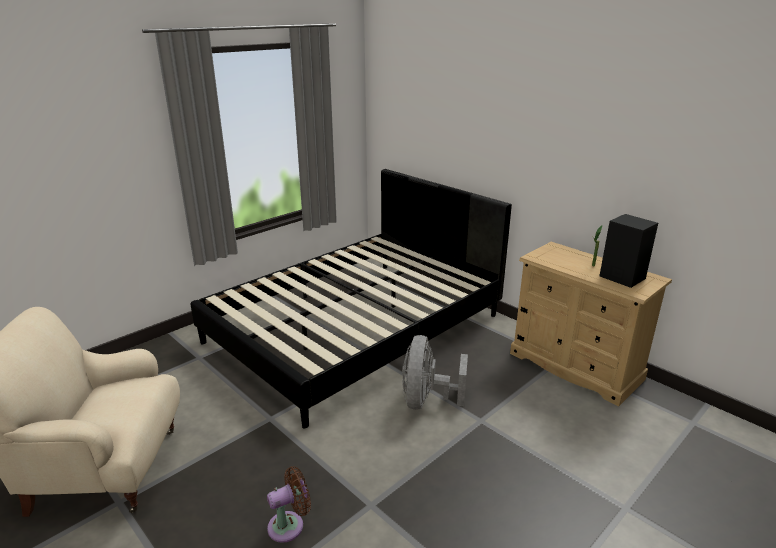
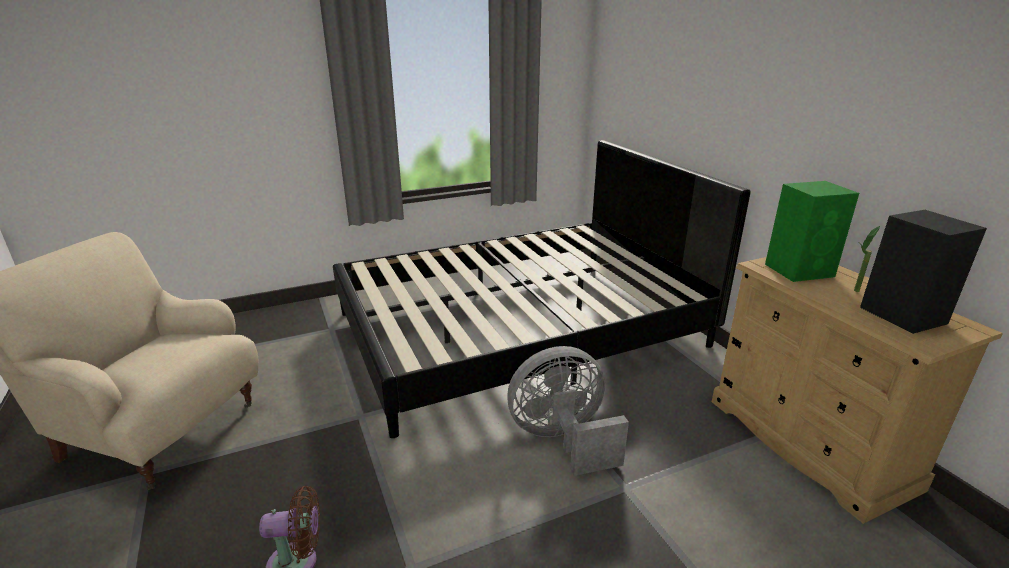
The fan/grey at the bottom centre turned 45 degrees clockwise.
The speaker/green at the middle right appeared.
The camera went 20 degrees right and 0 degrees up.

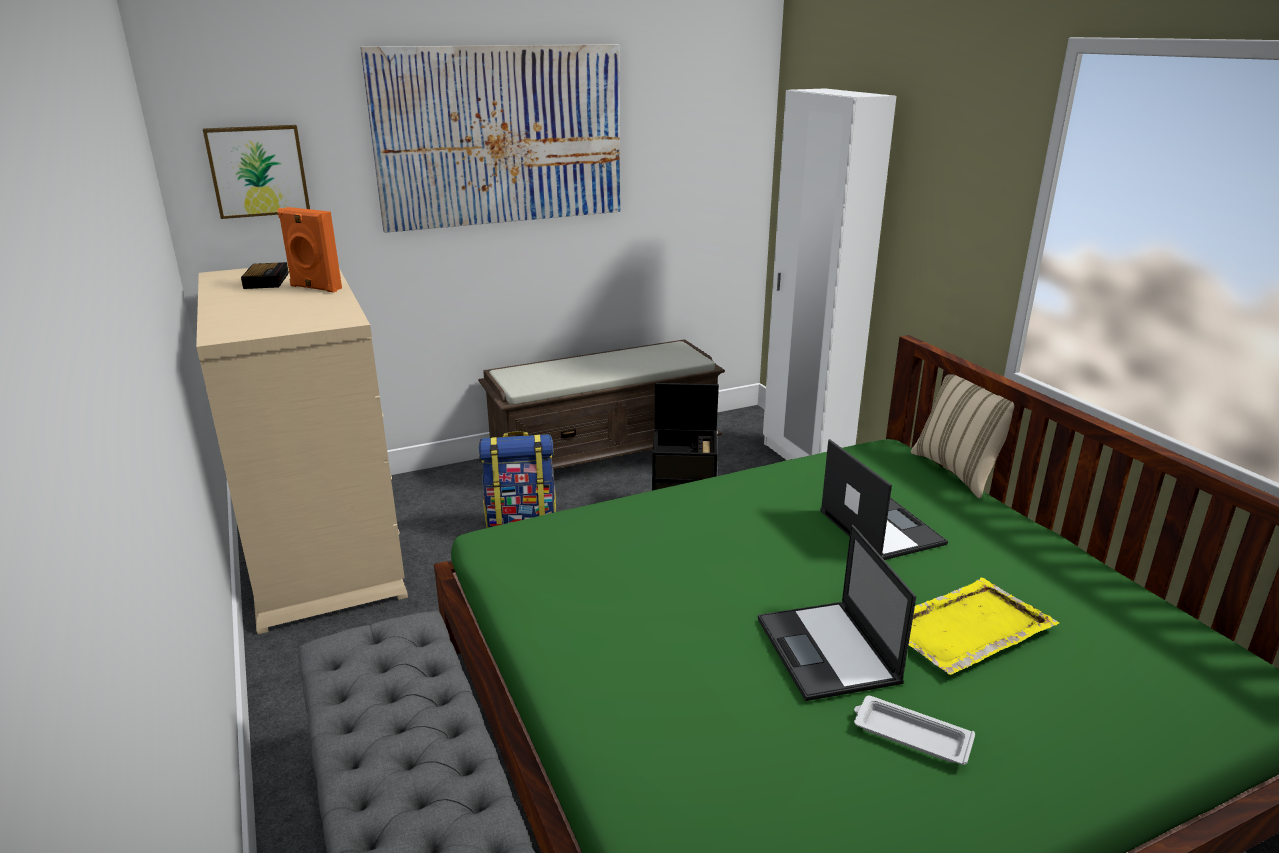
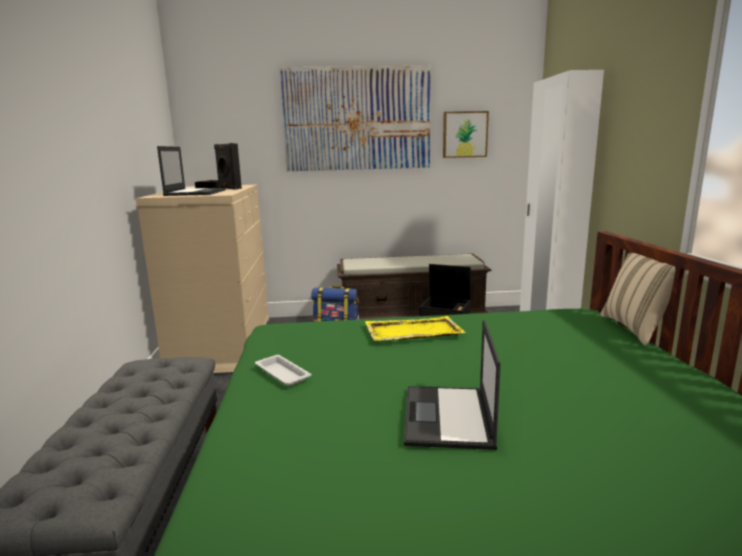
The picture (no. 1 from left in the first image) moved from the top left to the top centre.
The speaker/orange at the top left became the speaker/black at the top left.
The laptop (no. 2 from left in the first image) moved from the middle right to the top left.
The tray/white moved from the bottom right to the centre.
The tray/yellow moved from the bottom right to the centre.
The camera went 20 degrees right and 10 degrees down.

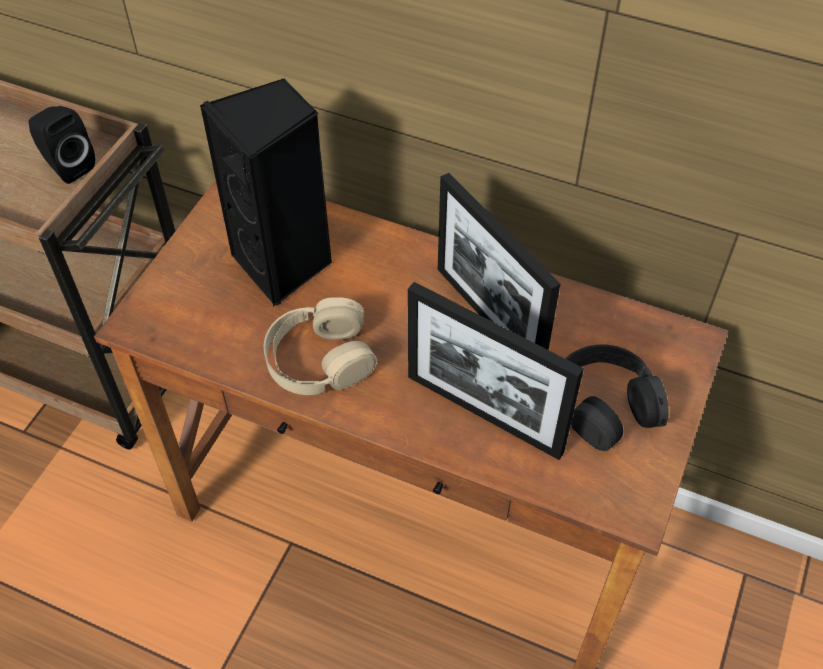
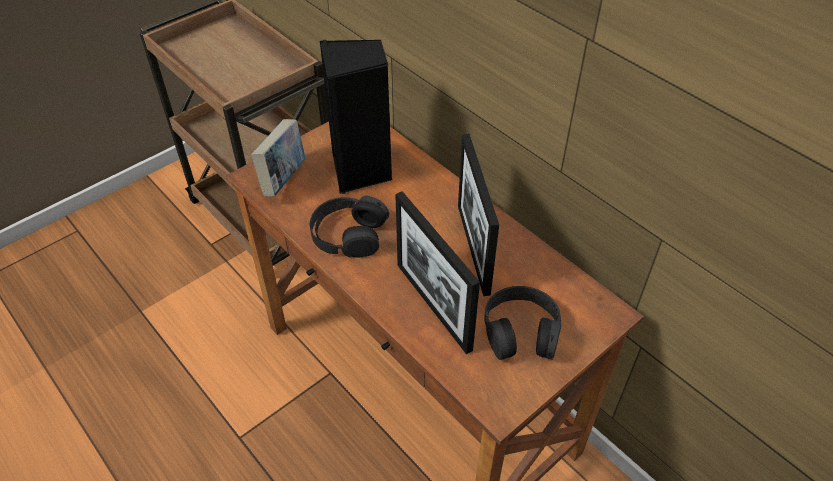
The speaker/black (no. 1 from left) at the top left disappeared.
The headphones/beige at the centre became the headphones/black (no. 1 from left) at the centre.
The book at the top centre appeared.
The camera went 25 degrees right and 5 degrees down.

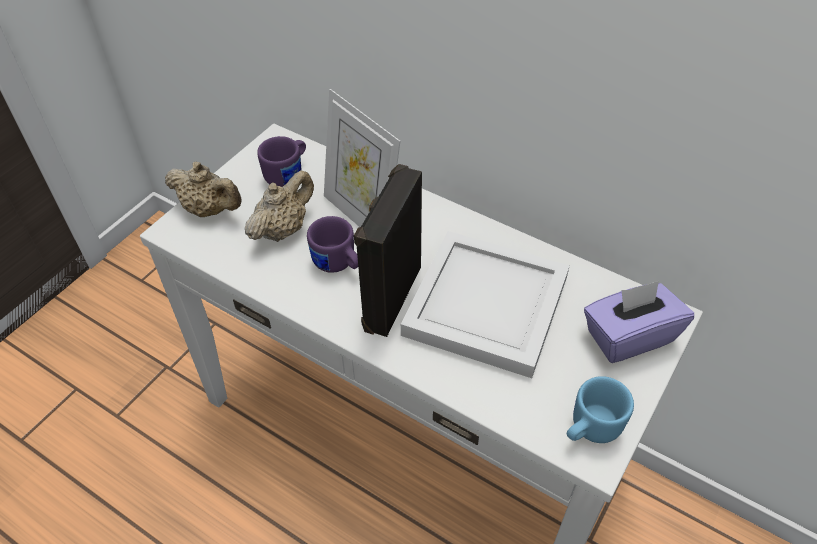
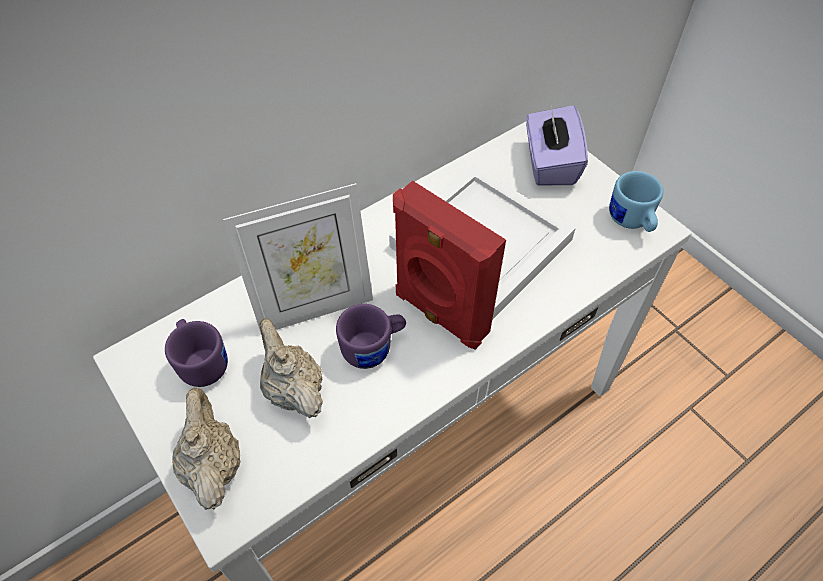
The teapot/beige (no. 1 from left) at the middle left turned 60 degrees counterclockwise.
The speaker/black at the centre became the speaker/red at the centre.
The camera went 70 degrees left and 5 degrees up.

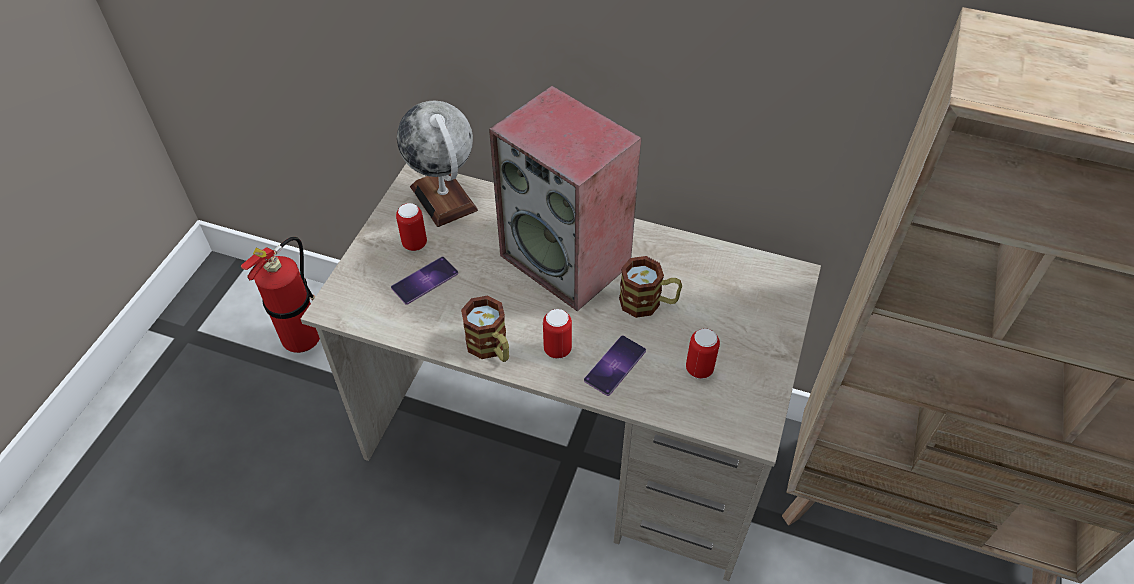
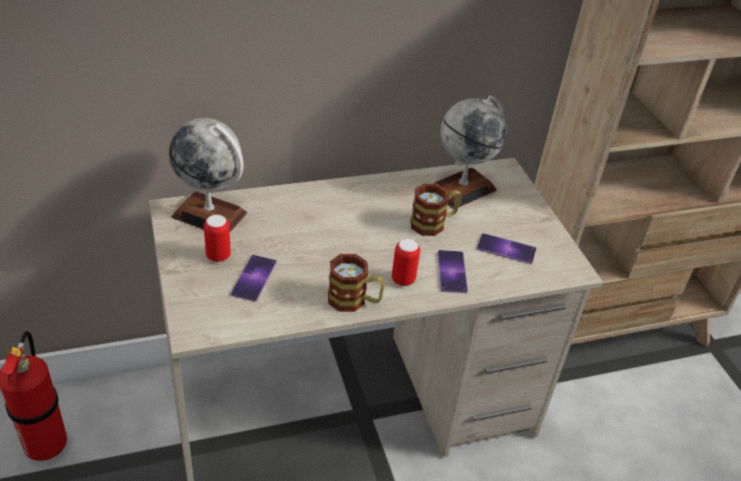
The speaker at the centre disappeared.
The can (no. 3 from left) at the centre was replaced by the phone (no. 3 from left) at the middle right.
The globe (no. 2 from left) at the top centre appeared.
The camera went 40 degrees left and 10 degrees down.

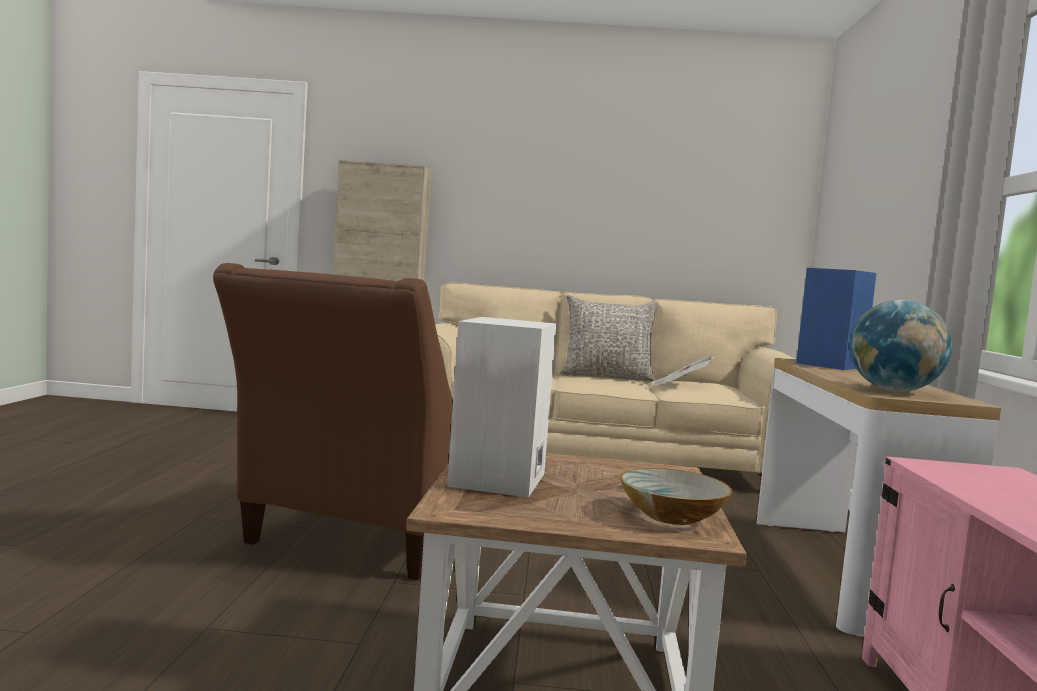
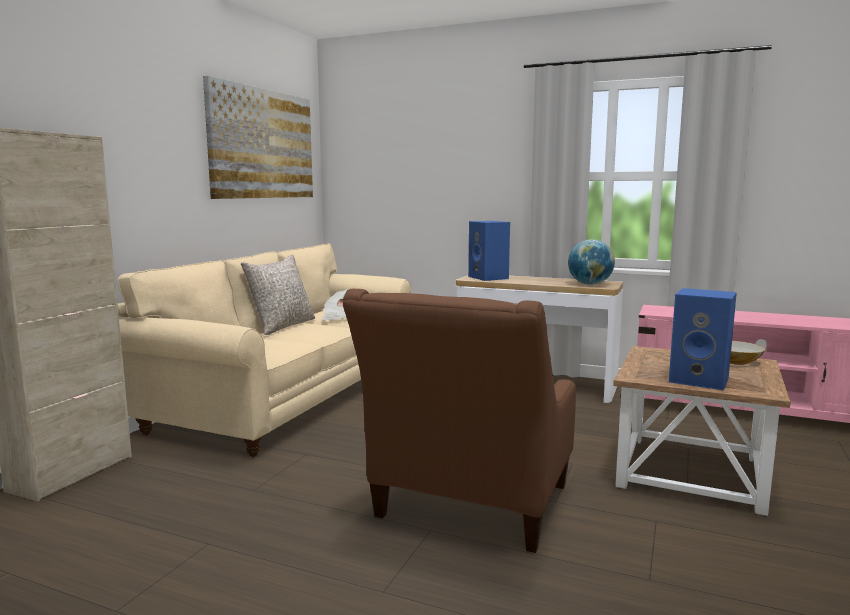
The armchair/brown at the middle left turned 75 degrees clockwise.
The speaker/white at the centre became the speaker/blue (no. 2 from left) at the middle right.
The picture at the top left appeared.
The camera went 70 degrees left and 5 degrees up.

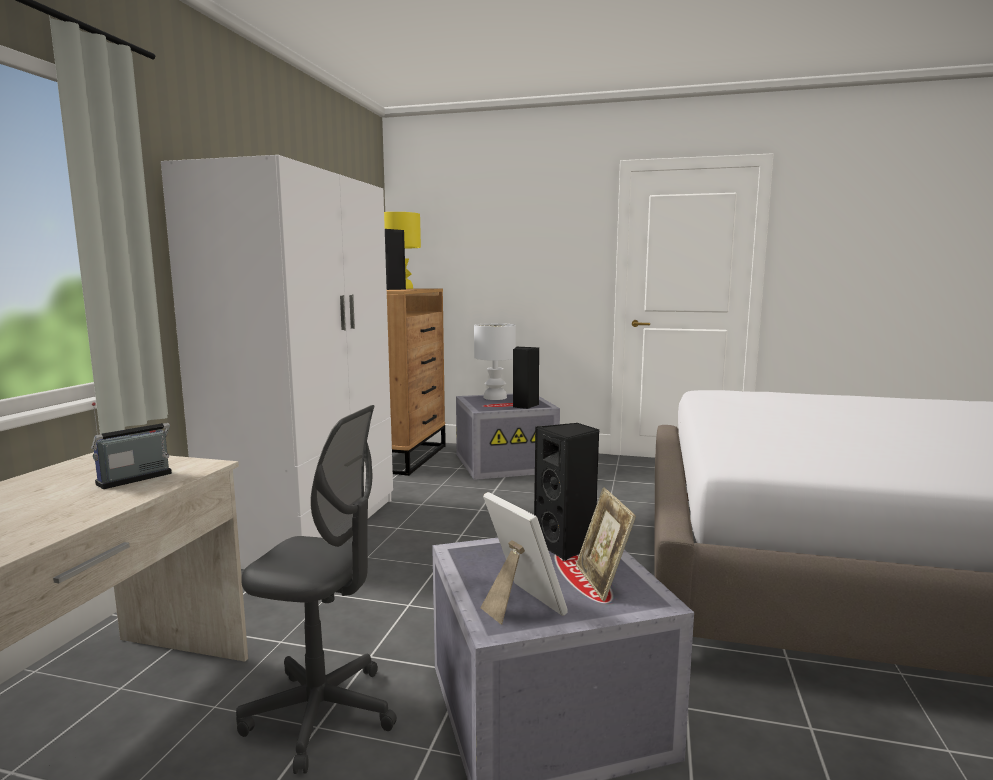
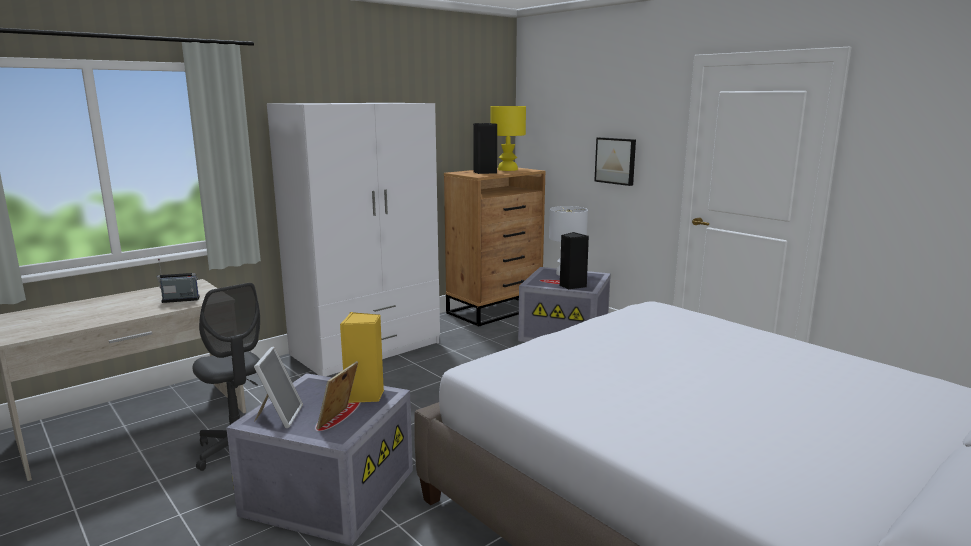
The speaker/black (no. 3 from left) at the centre became the speaker/yellow at the centre.
The picture at the top centre appeared.
The camera went 35 degrees right and 5 degrees up.

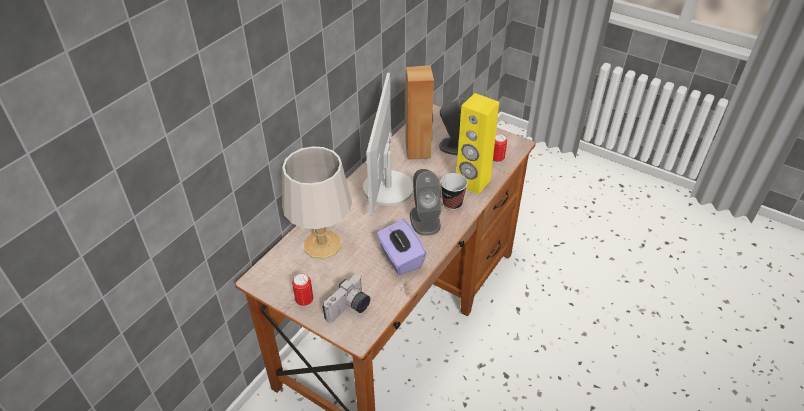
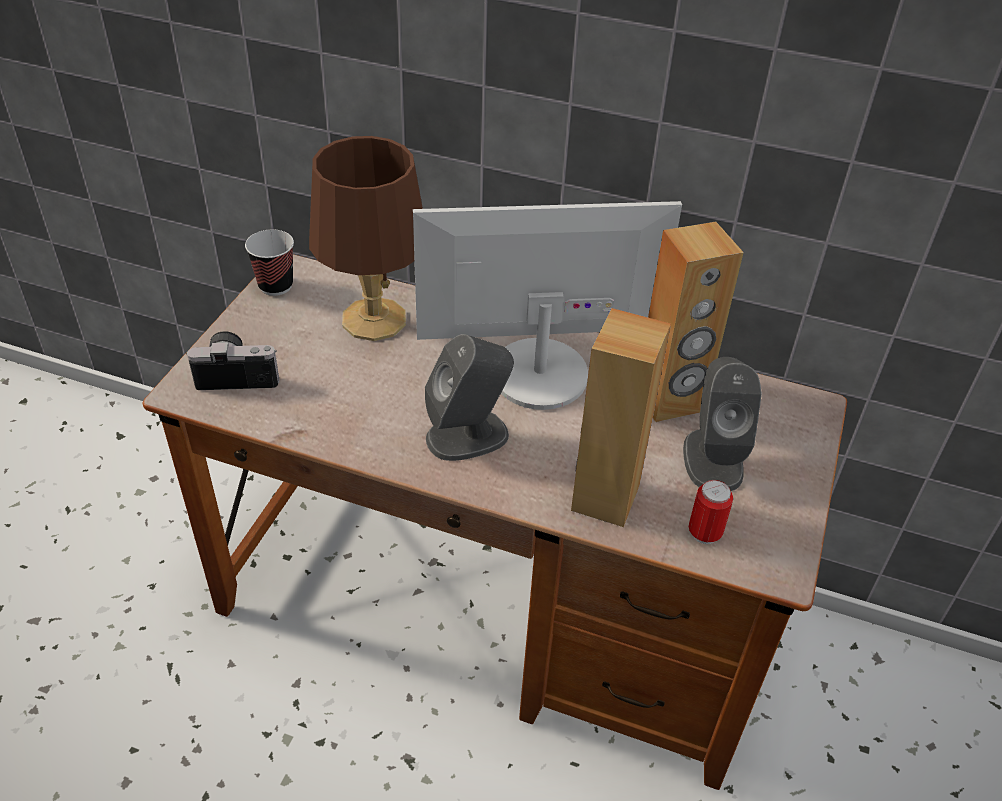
The table lamp/grey at the centre became the table lamp/brown at the top centre.
The can (no. 1 from left) at the bottom centre disappeared.
The photo camera at the bottom centre turned 150 degrees clockwise.
The tissue box/purple at the centre disappeared.
The cup moved from the centre to the top left.
The speaker/yellow at the centre became the speaker/brown (no. 1 from left) at the centre.
The camera went 75 degrees right and 0 degrees up.

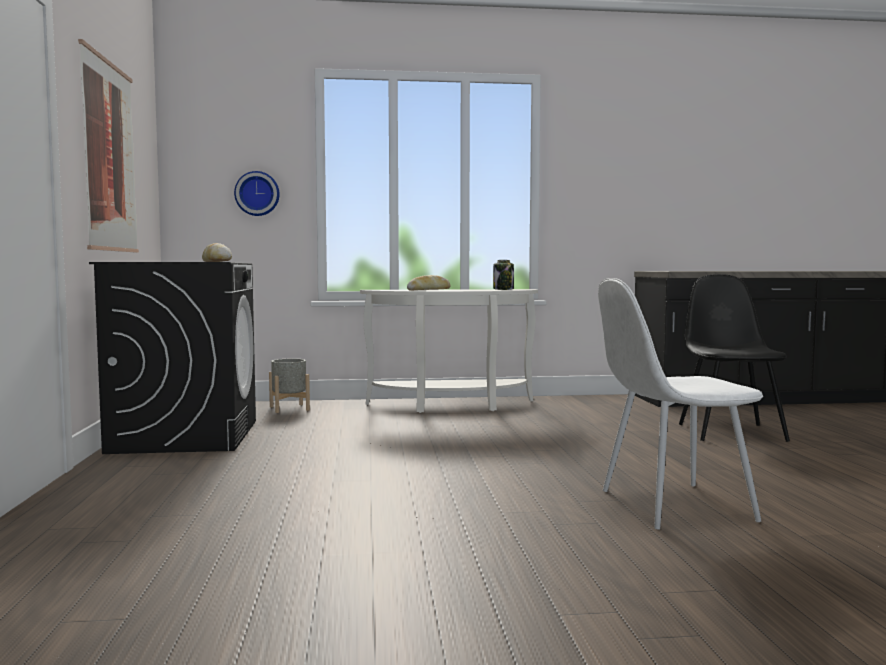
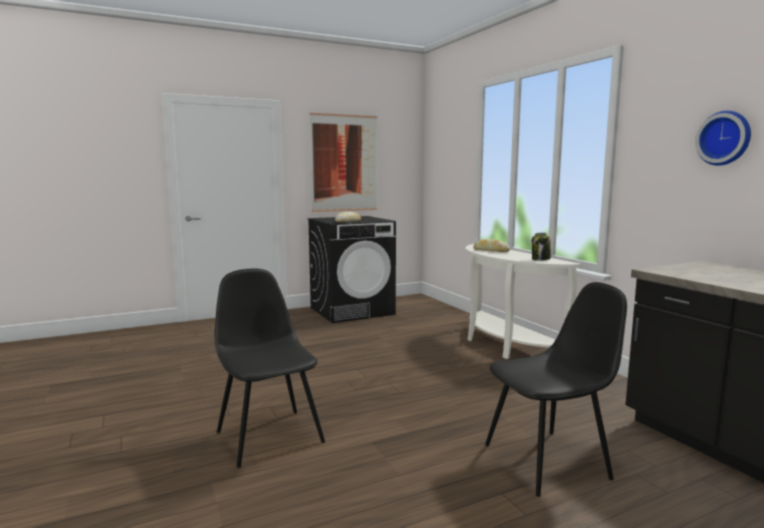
The wall clock moved from the top left to the top right.
The planter/grey at the middle left disappeared.
The chair/white at the middle right became the chair/black (no. 1 from left) at the bottom centre.
The camera went 70 degrees right and 5 degrees up.

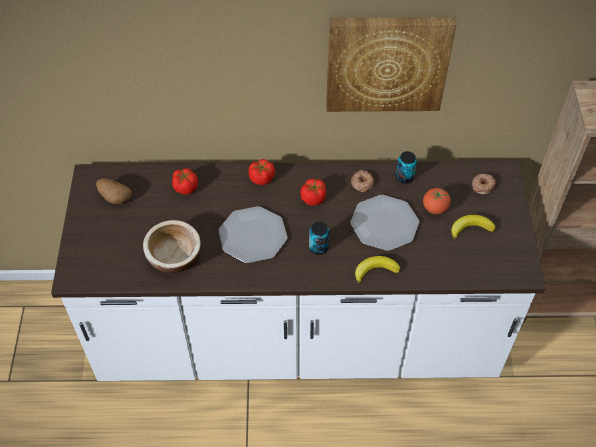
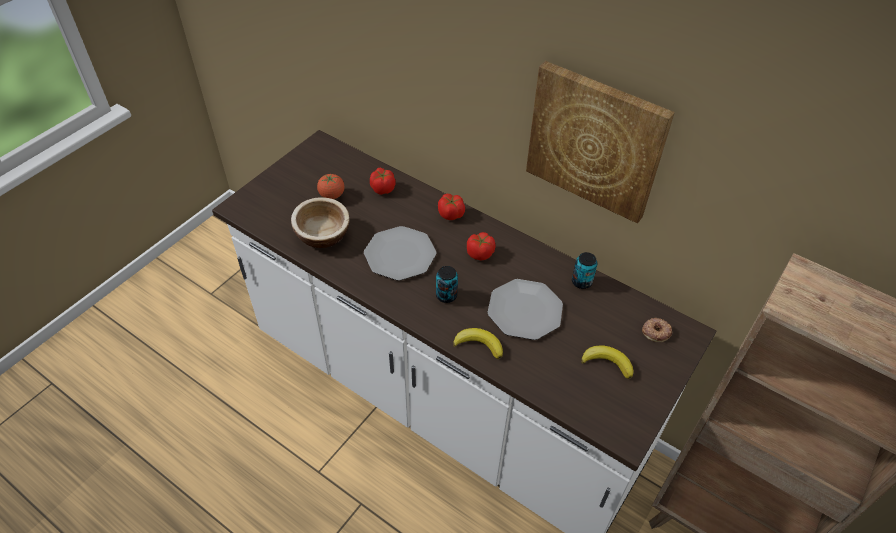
The potato at the middle left disappeared.
The donut (no. 1 from left) at the centre disappeared.
The tomato (no. 4 from left in the first image) moved from the middle right to the centre.
The camera went 35 degrees right and 5 degrees down.

